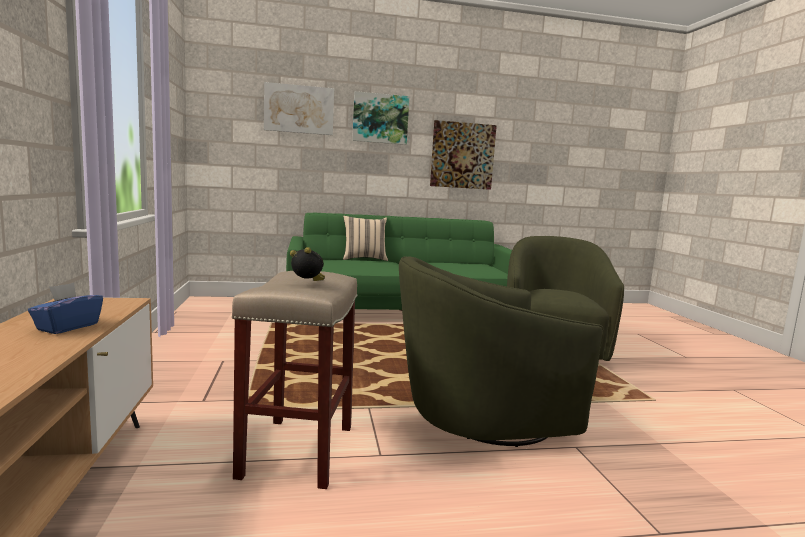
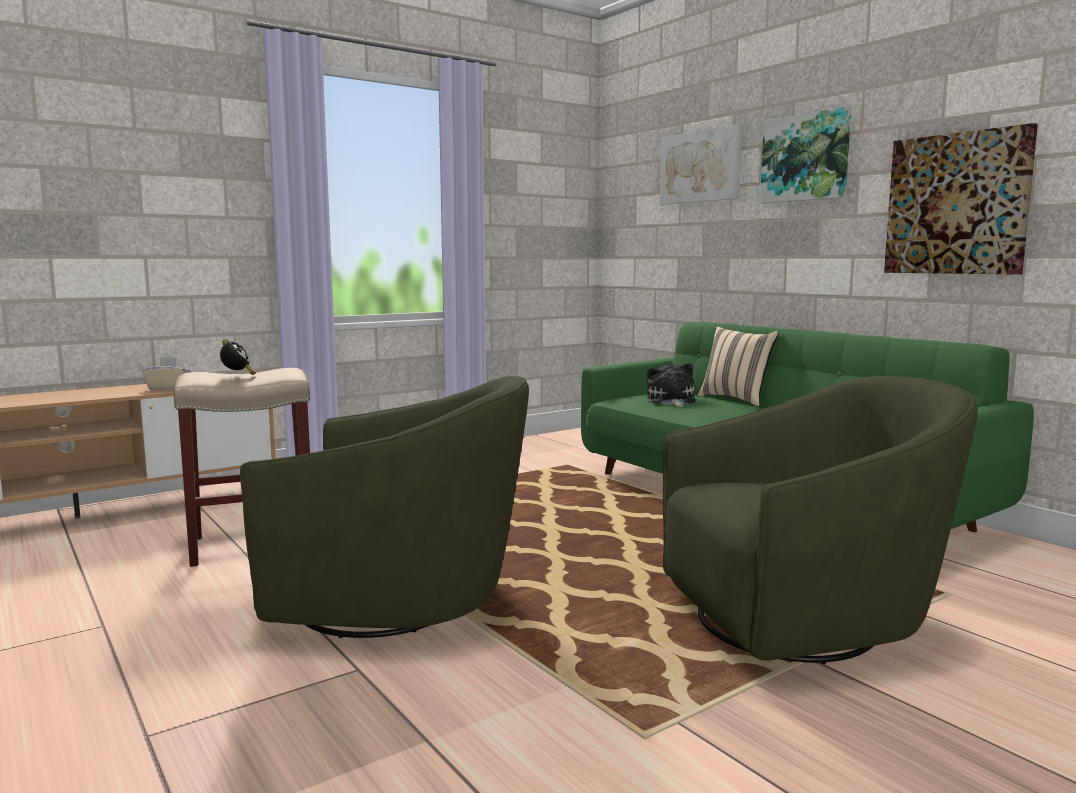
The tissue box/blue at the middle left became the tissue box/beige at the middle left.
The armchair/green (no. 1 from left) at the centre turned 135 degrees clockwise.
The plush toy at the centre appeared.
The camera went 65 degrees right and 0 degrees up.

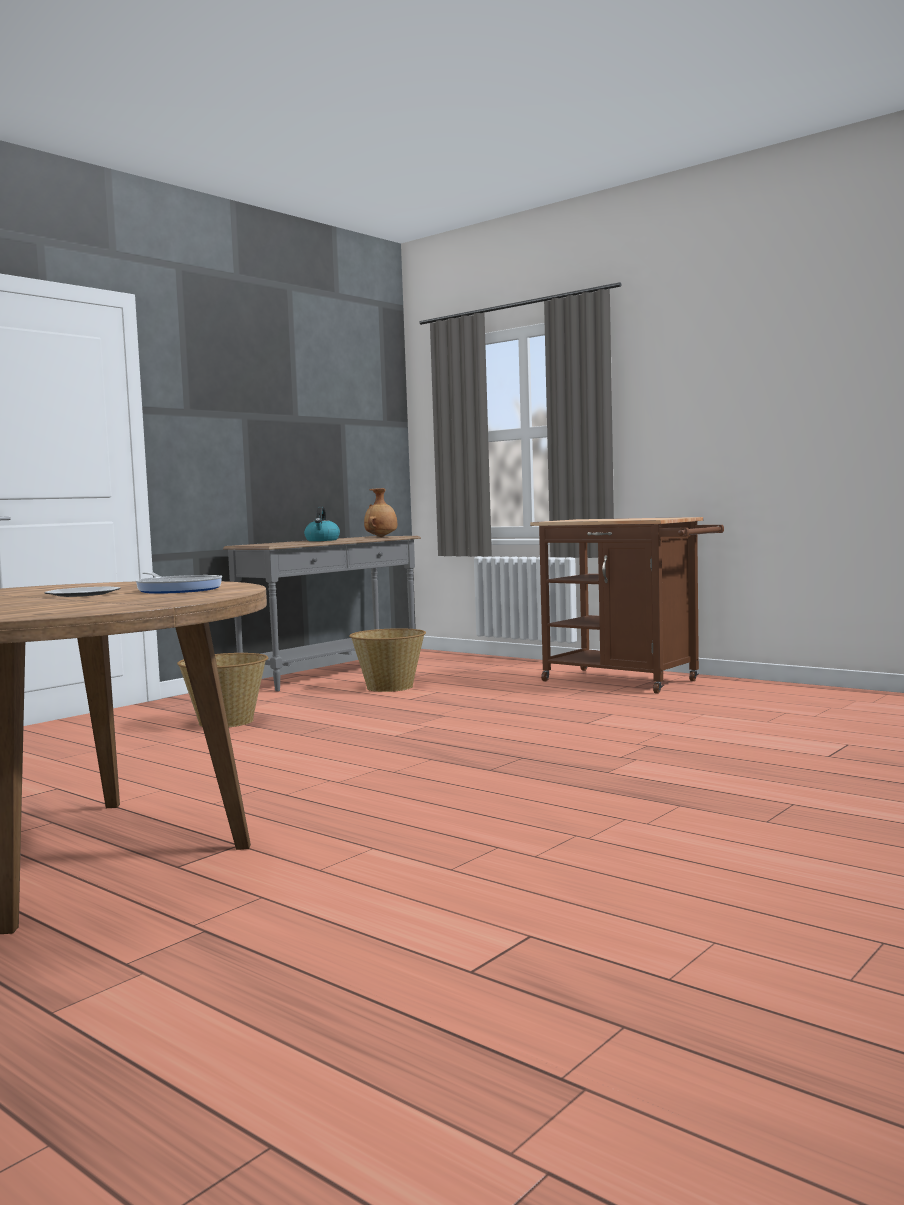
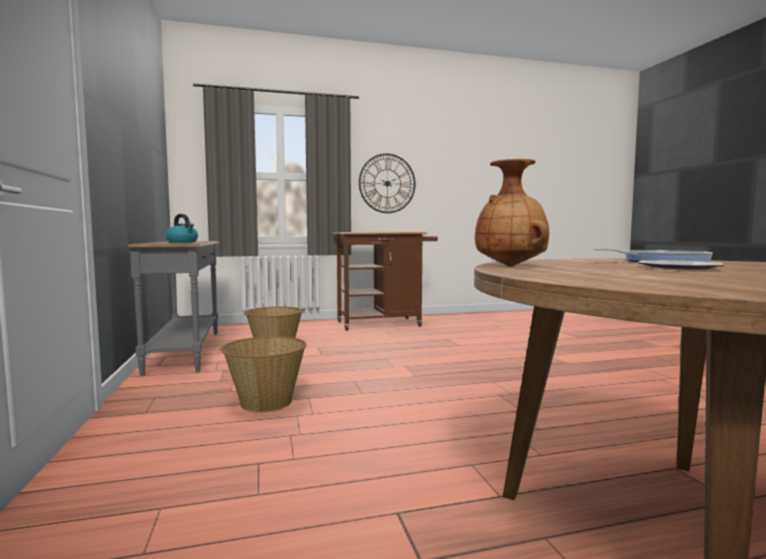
The vase/brown moved from the centre to the middle right.
The wall clock at the top centre appeared.
The camera went 55 degrees left and 0 degrees up.

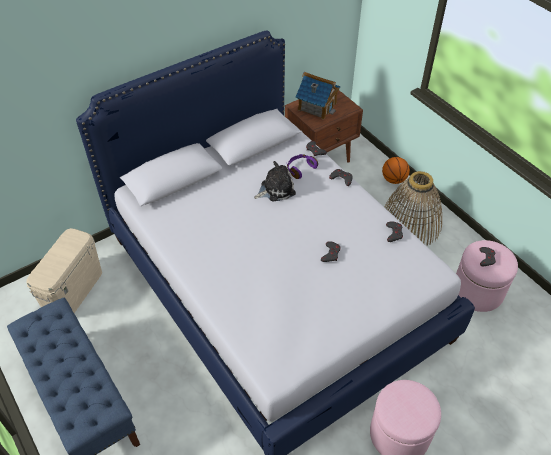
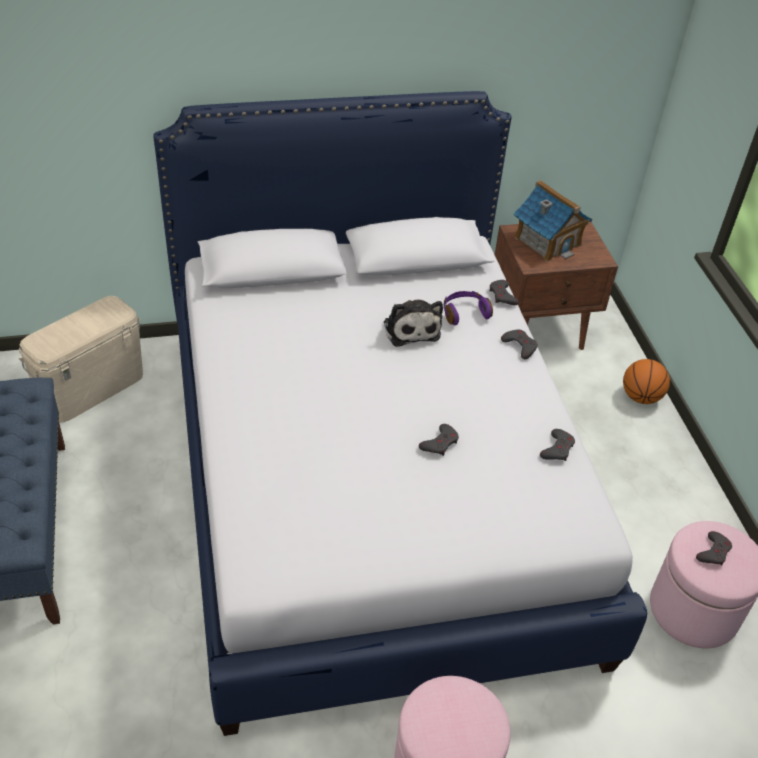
The plush toy at the centre turned 75 degrees clockwise.
The basket at the middle right disappeared.
The camera went 20 degrees right and 5 degrees down.

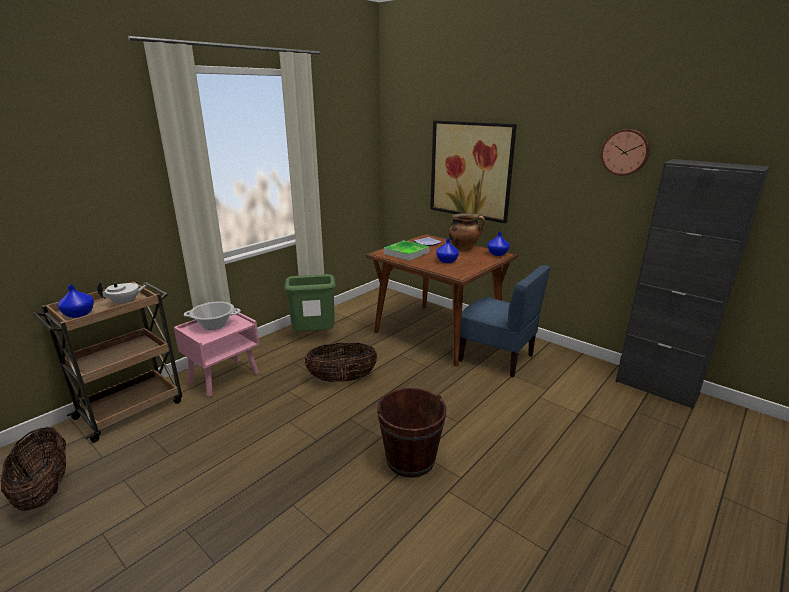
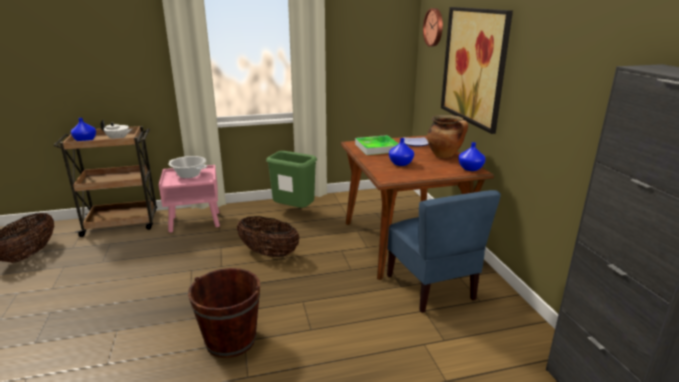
The wall clock moved from the top right to the top centre.
The camera went 35 degrees right and 0 degrees up.

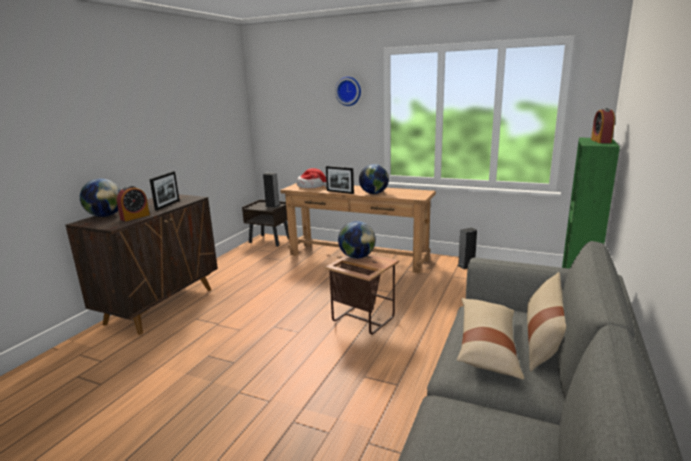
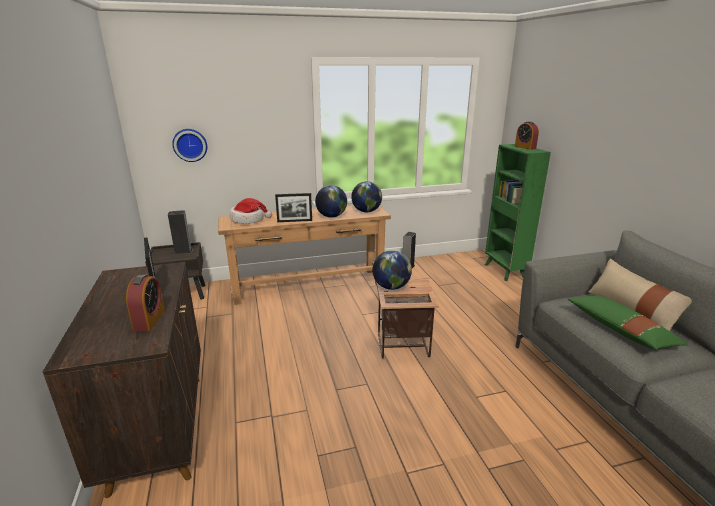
The globe (no. 1 from left in the first image) moved from the middle left to the centre.
The wall clock moved from the top centre to the top left.
The pillow/beige (no. 1 from left) at the bottom right became the pillow/green at the middle right.
The camera went 40 degrees left and 5 degrees up.

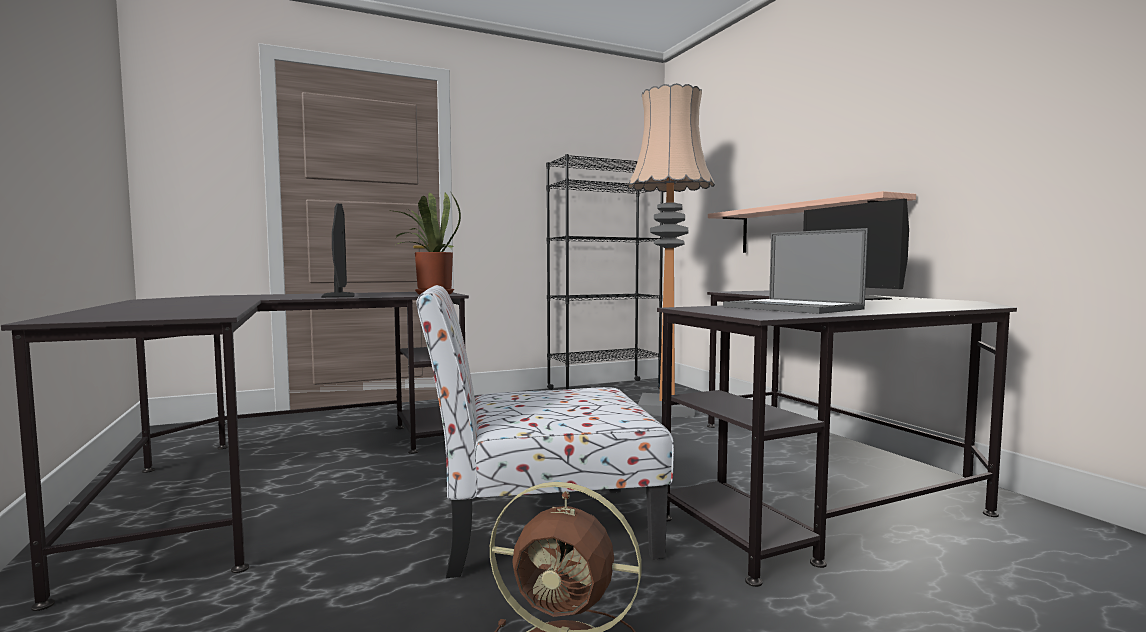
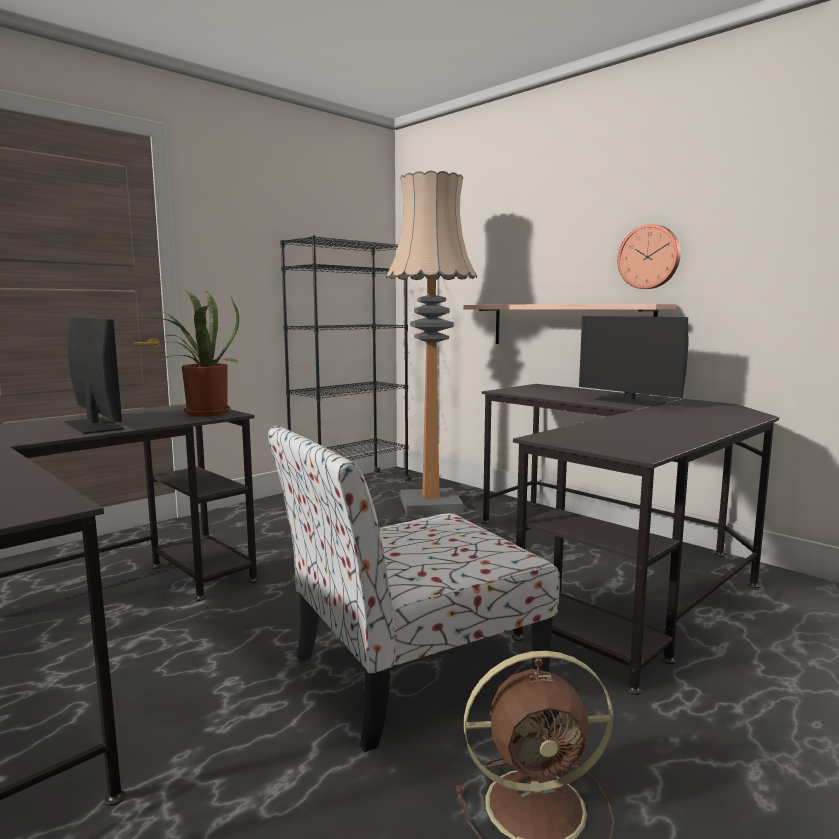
The laptop at the middle right disappeared.
The wall clock at the top right appeared.
The camera went 20 degrees left and 5 degrees up.

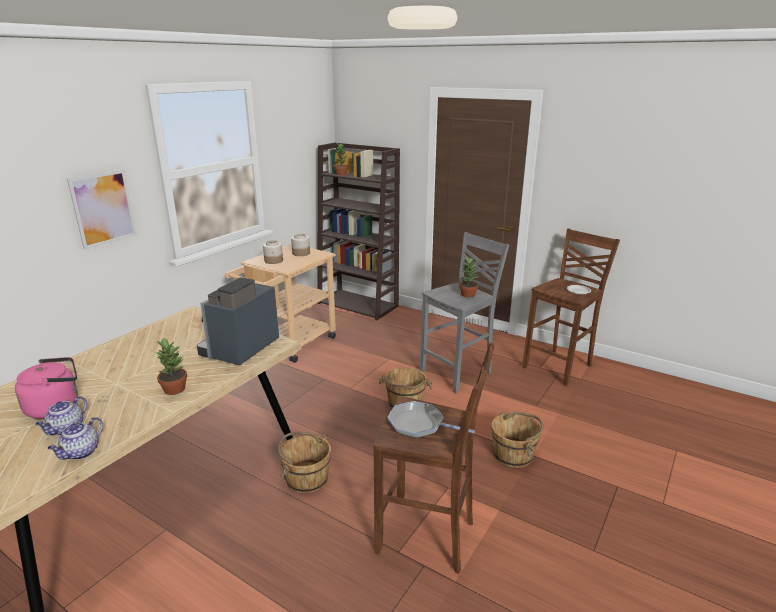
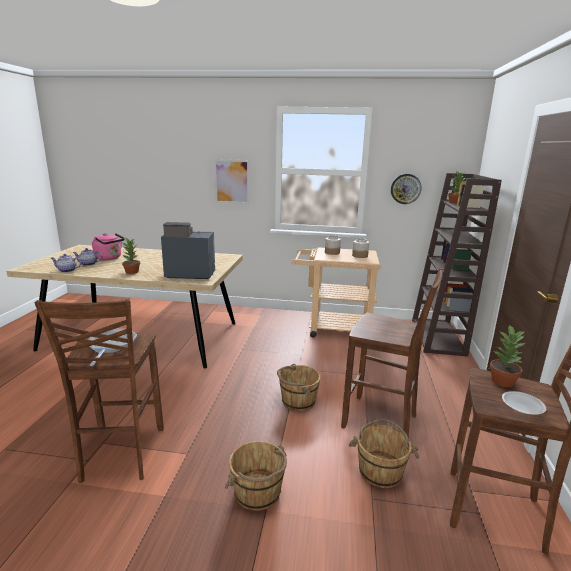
The bucket/brown (no. 1 from left in the first image) moved from the bottom centre to the bottom right.
The stool/grey at the centre became the stool/brown (no. 2 from left) at the middle right.
The potted plant (no. 3 from left) moved from the centre to the middle right.
The wall clock at the top right appeared.
The camera went 65 degrees right and 5 degrees down.

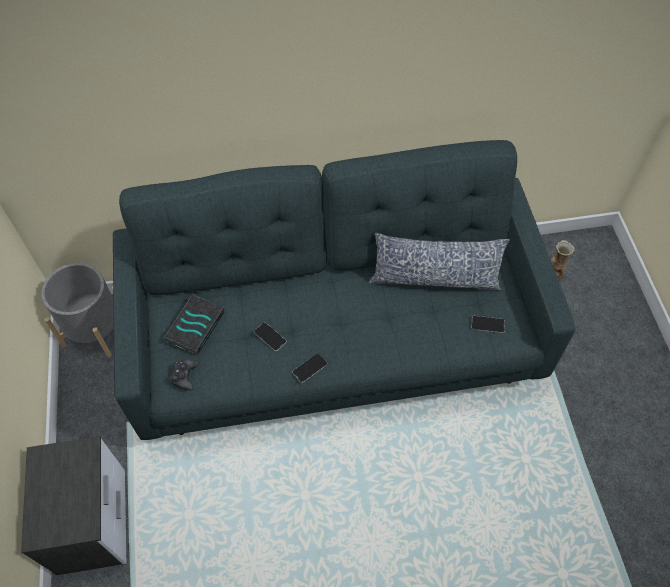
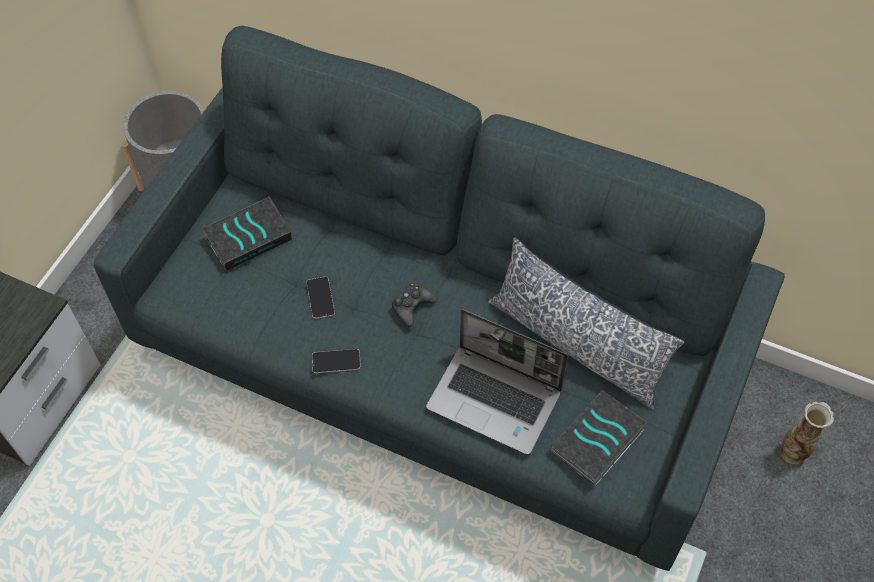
The game controller/black moved from the middle left to the centre.
The phone (no. 3 from left) at the middle right was replaced by the book (no. 2 from left) at the bottom right.
The laptop at the centre appeared.
The camera went 35 degrees right and 0 degrees up.

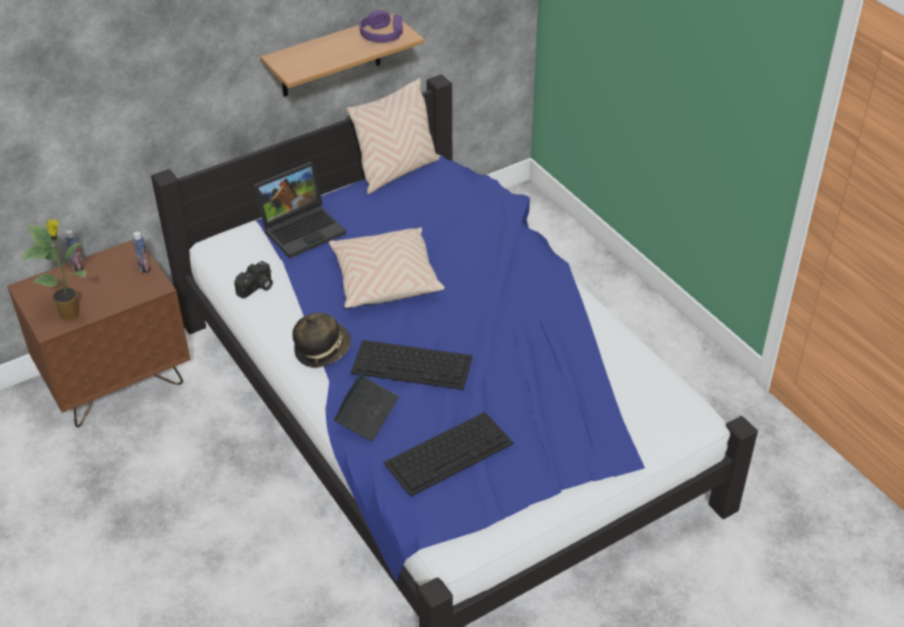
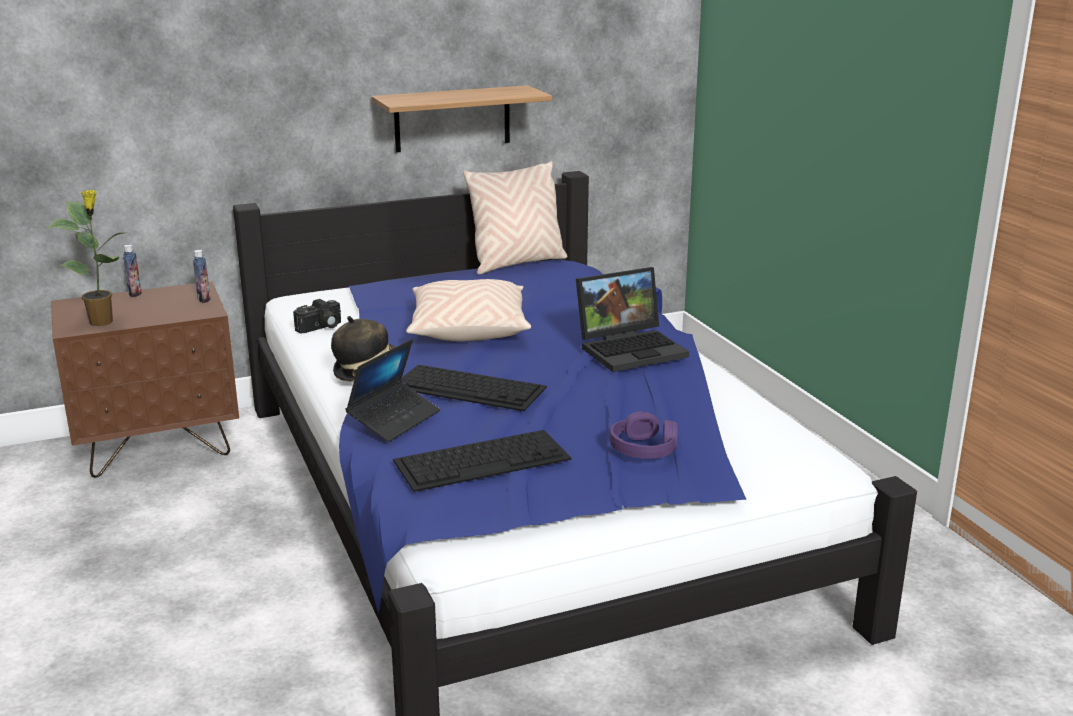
The laptop (no. 1 from left in the first image) moved from the middle left to the centre.
The headphones/purple moved from the top centre to the centre.
The camera went 10 degrees right and 20 degrees down.

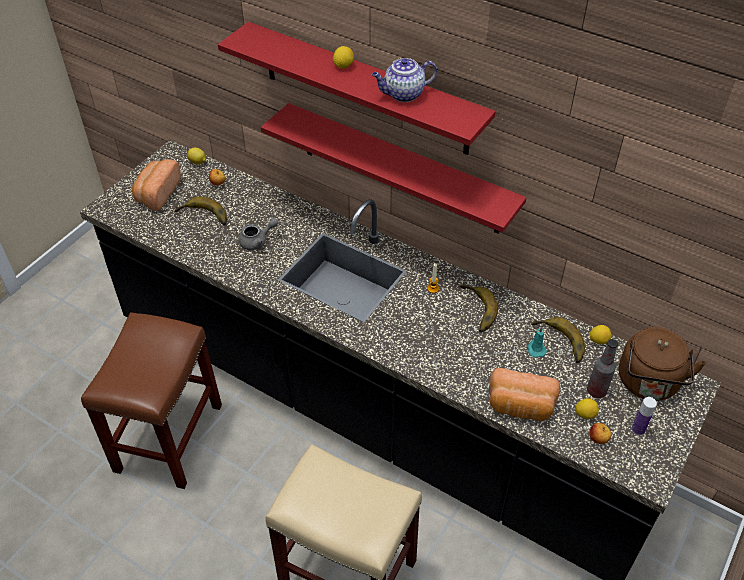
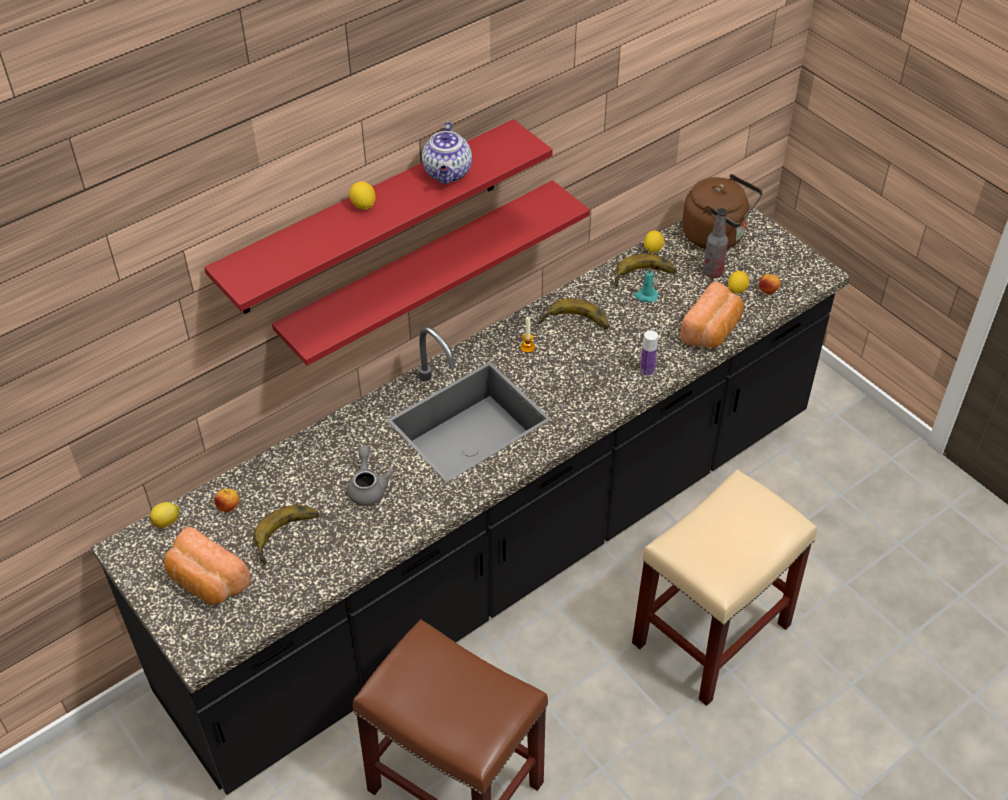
The bottle (no. 2 from left in the first image) moved from the bottom right to the centre.
The camera went 70 degrees left and 0 degrees up.

